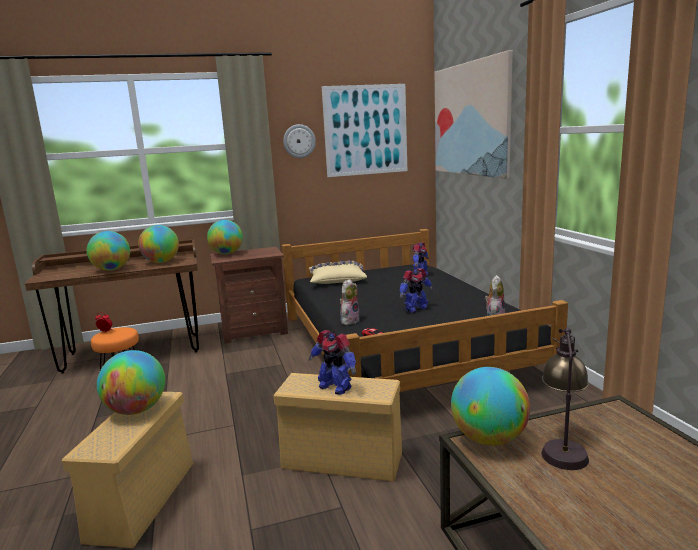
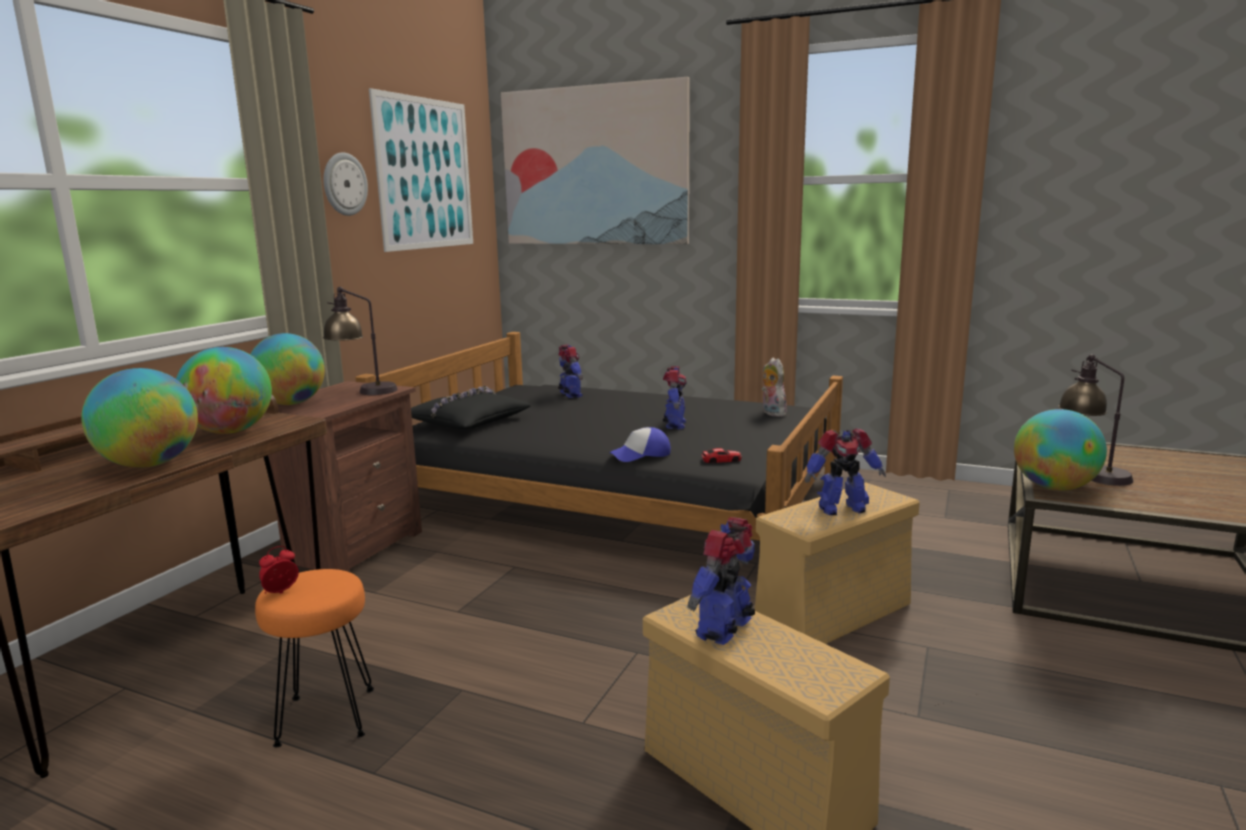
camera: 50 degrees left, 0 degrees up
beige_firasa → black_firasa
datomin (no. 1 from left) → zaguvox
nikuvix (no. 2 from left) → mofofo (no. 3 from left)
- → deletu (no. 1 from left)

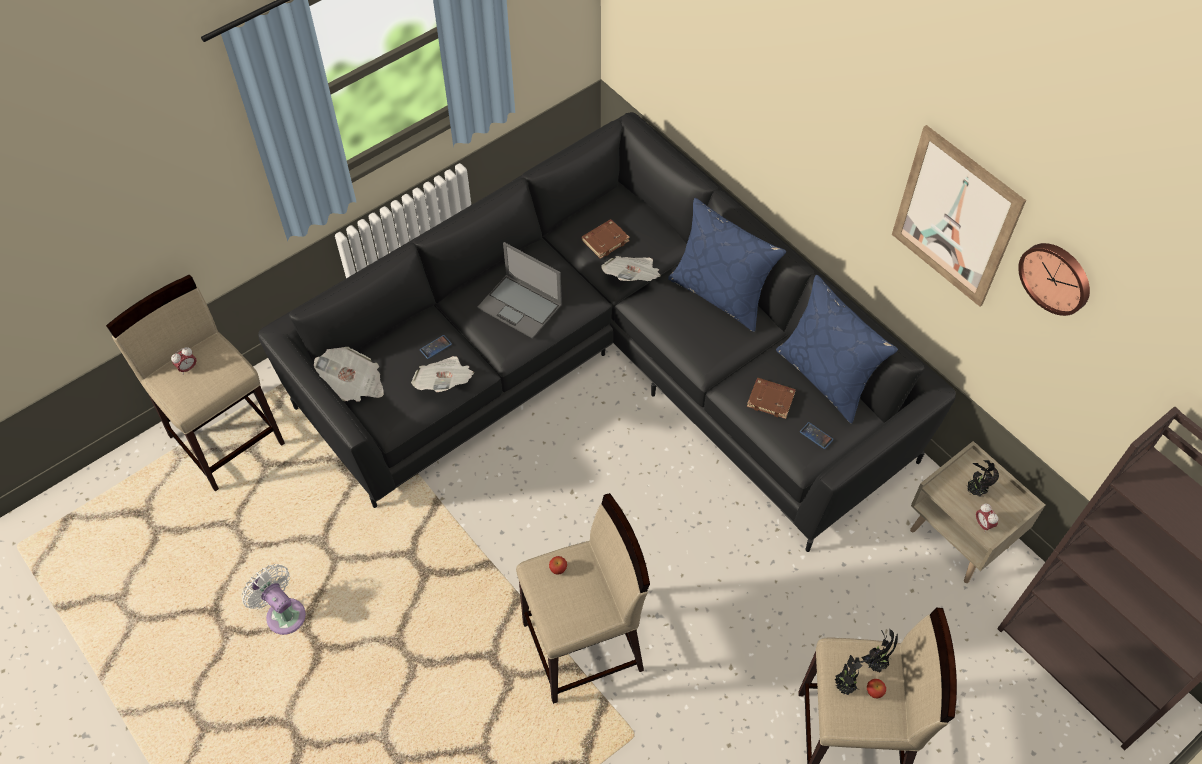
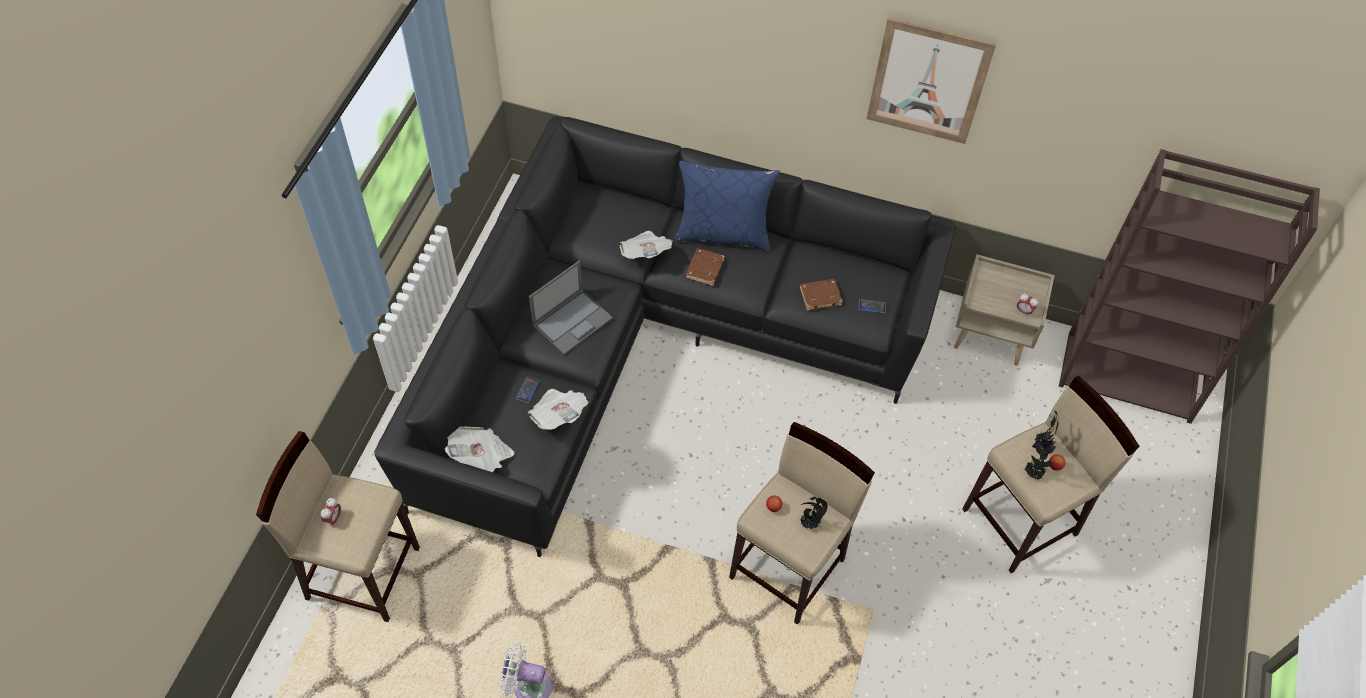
camera: 35 degrees left, 0 degrees up
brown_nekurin (no. 1 from left), relocated
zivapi, 45 degrees counterclockwise
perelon → -
blue_firasa (no. 2 from left) → -
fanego (no. 3 from left in the first image) → fanego (no. 1 from left), relocated

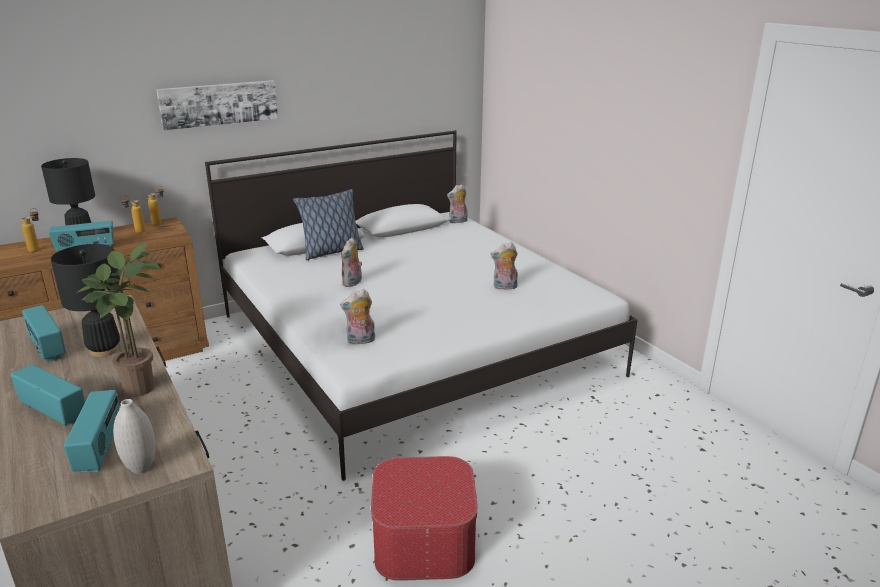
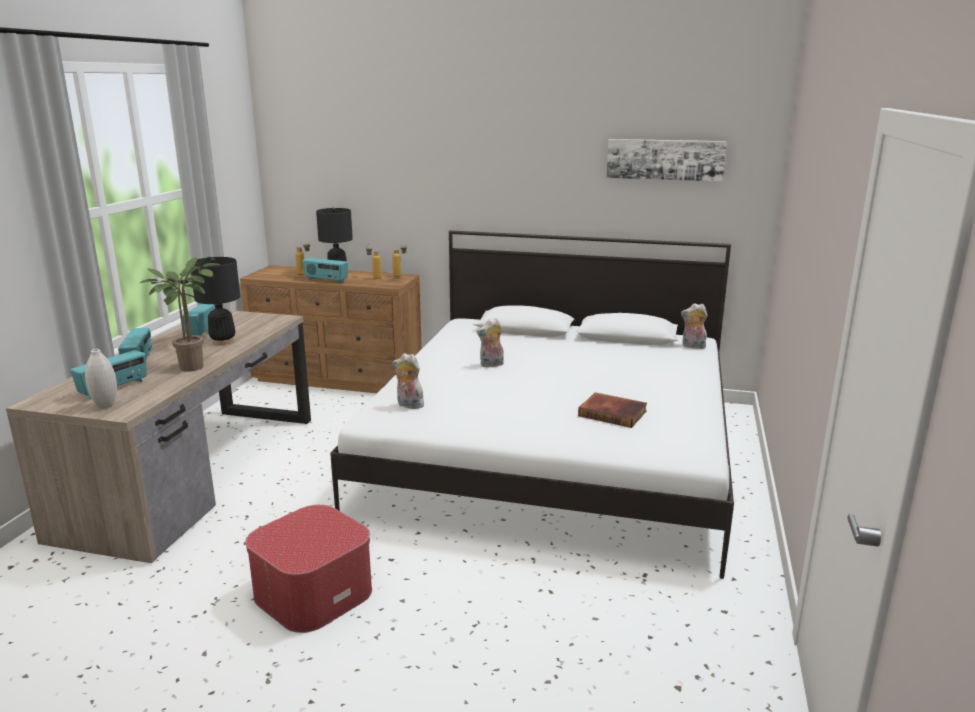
camera: 45 degrees right, 5 degrees down
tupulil, relocated
firasa → -
datomin (no. 4 from left) → nekurin

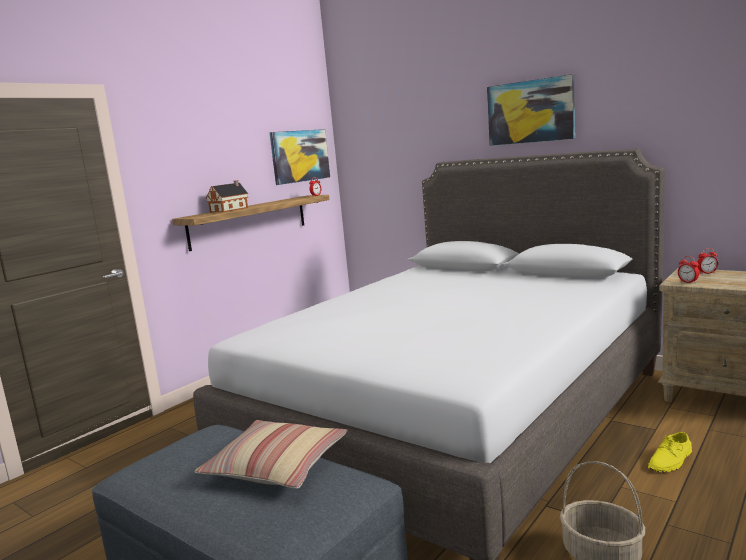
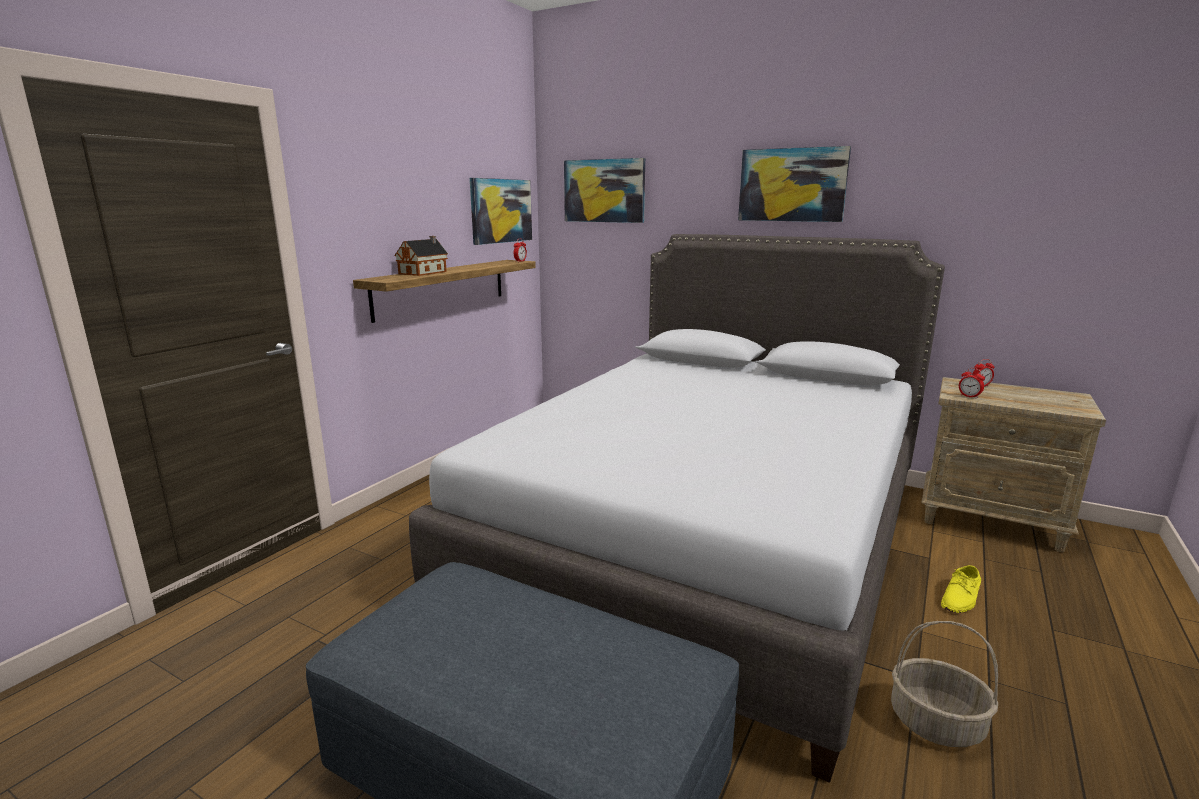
camera: 10 degrees left, 5 degrees up
firasa → -
- → tupulil (no. 2 from left)

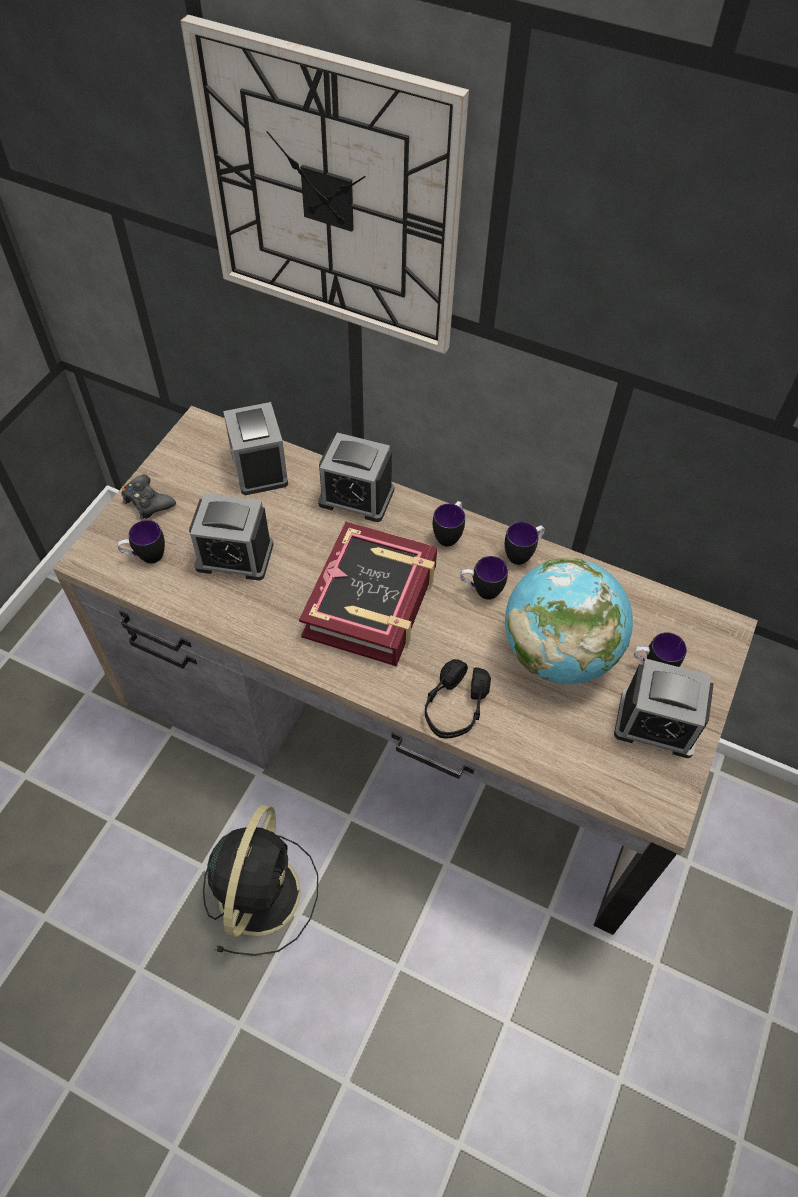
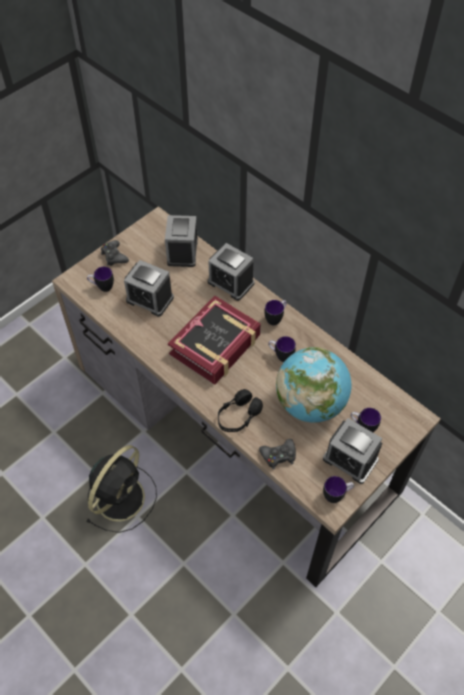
camera: 20 degrees right, 0 degrees up
perelon → -
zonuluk (no. 4 from left), relocated
- → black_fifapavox (no. 2 from left)

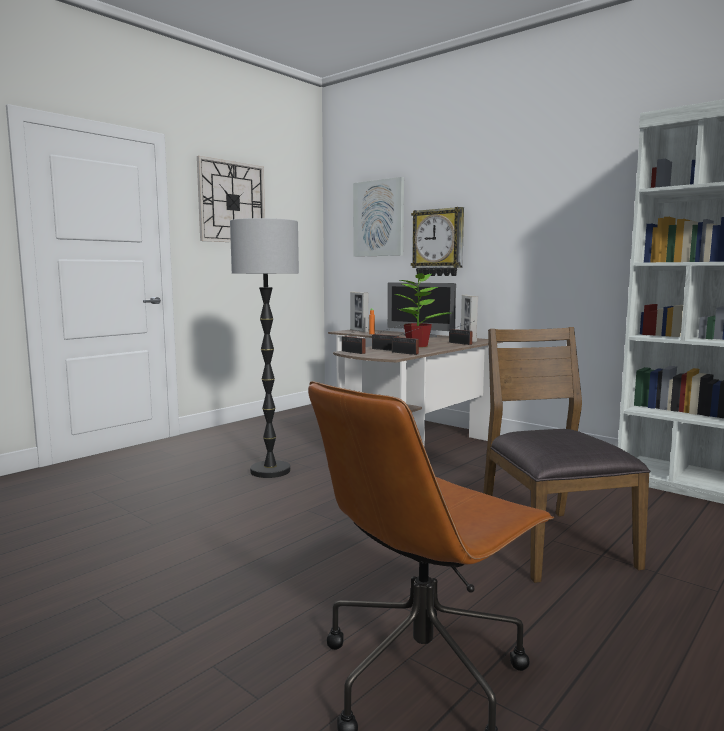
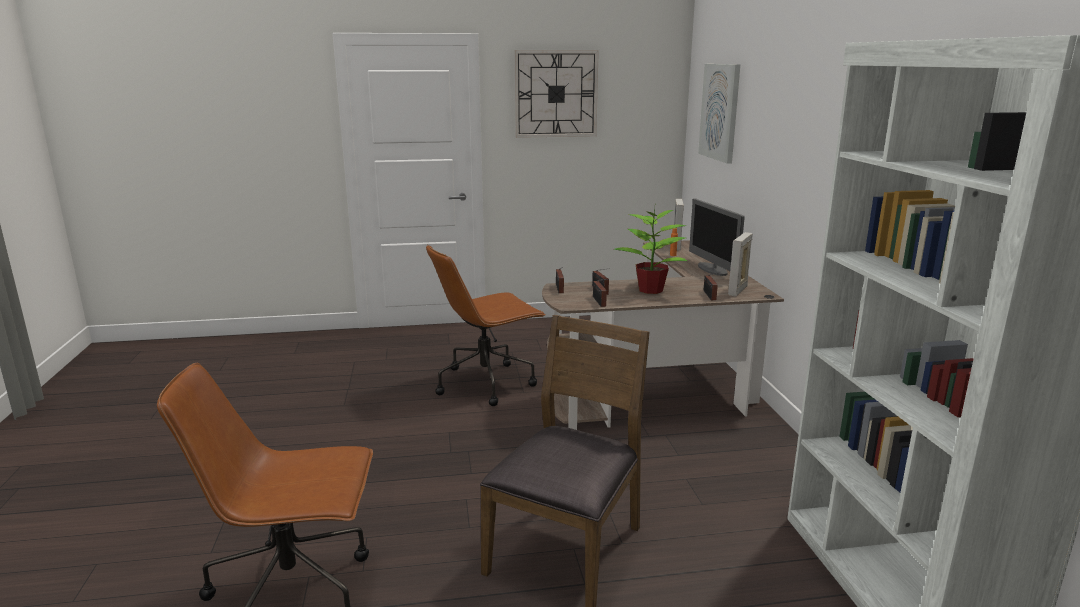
camera: 40 degrees right, 10 degrees up
perelon (no. 2 from left) → -
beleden → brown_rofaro (no. 2 from left)

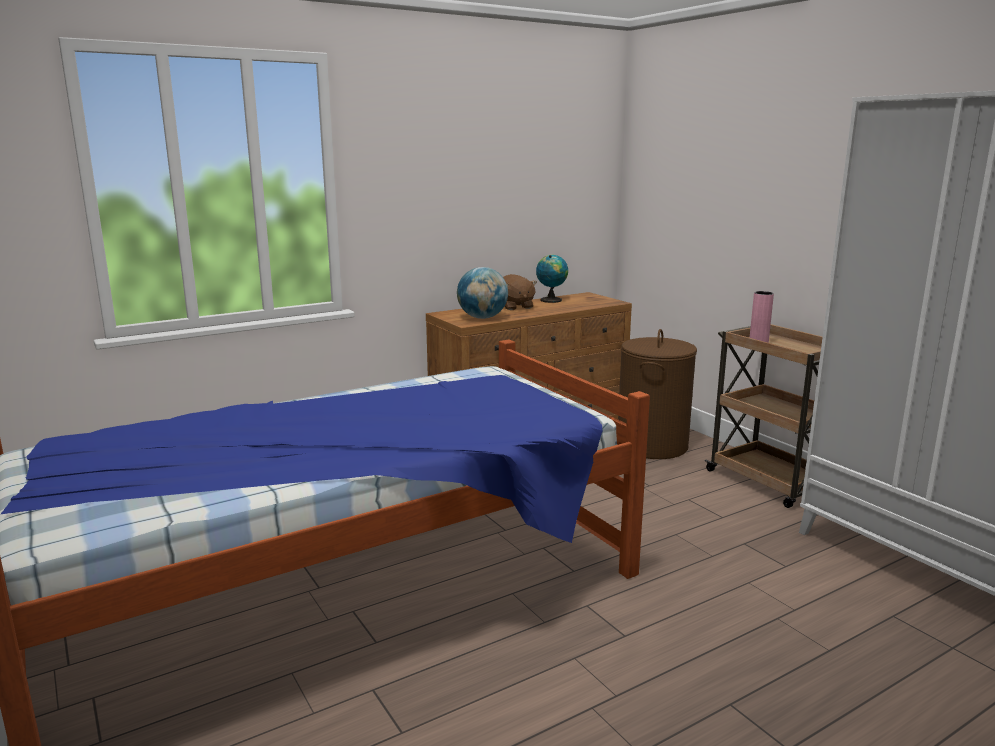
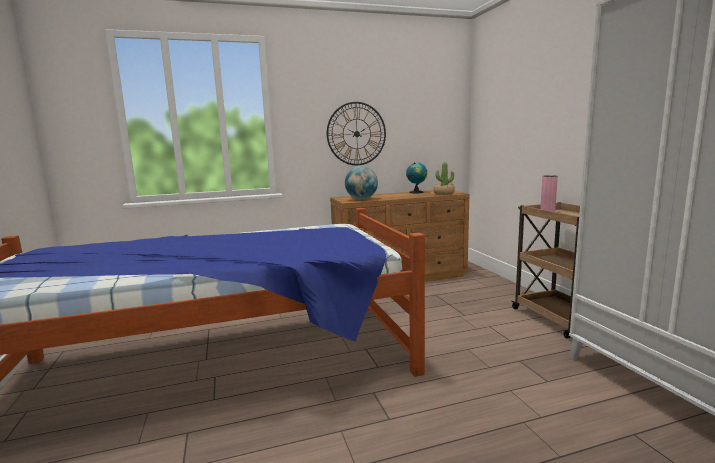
camera: 15 degrees right, 5 degrees down
brown_datomin → -
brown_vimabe → -
- → perelon
- → fanego

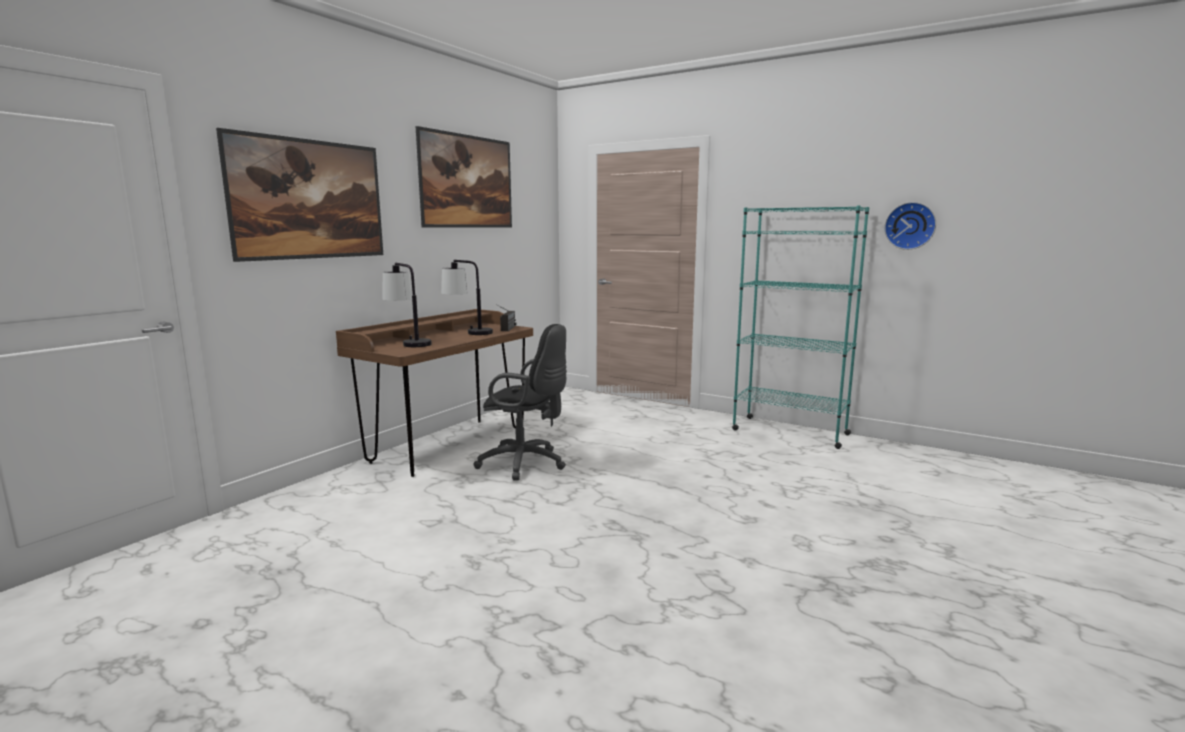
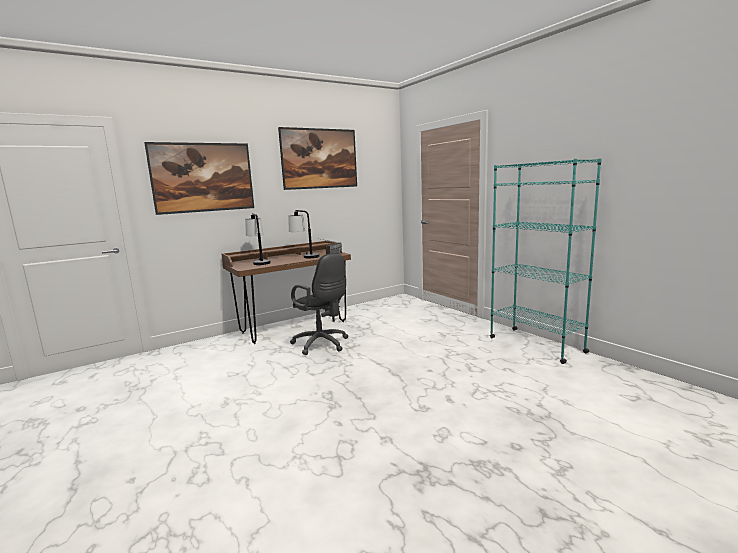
camera: 25 degrees right, 0 degrees up
perelon → -

